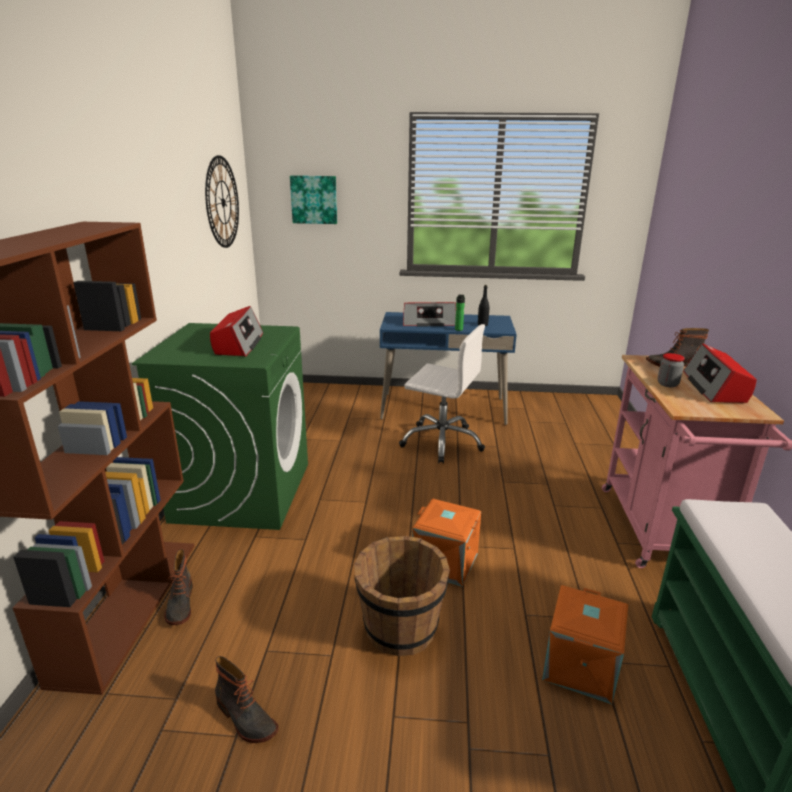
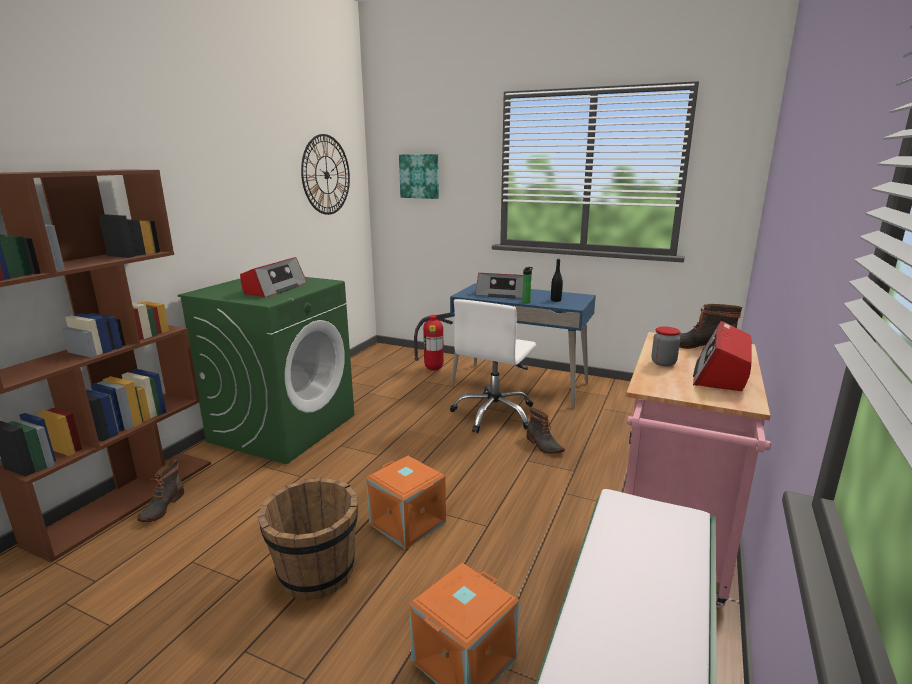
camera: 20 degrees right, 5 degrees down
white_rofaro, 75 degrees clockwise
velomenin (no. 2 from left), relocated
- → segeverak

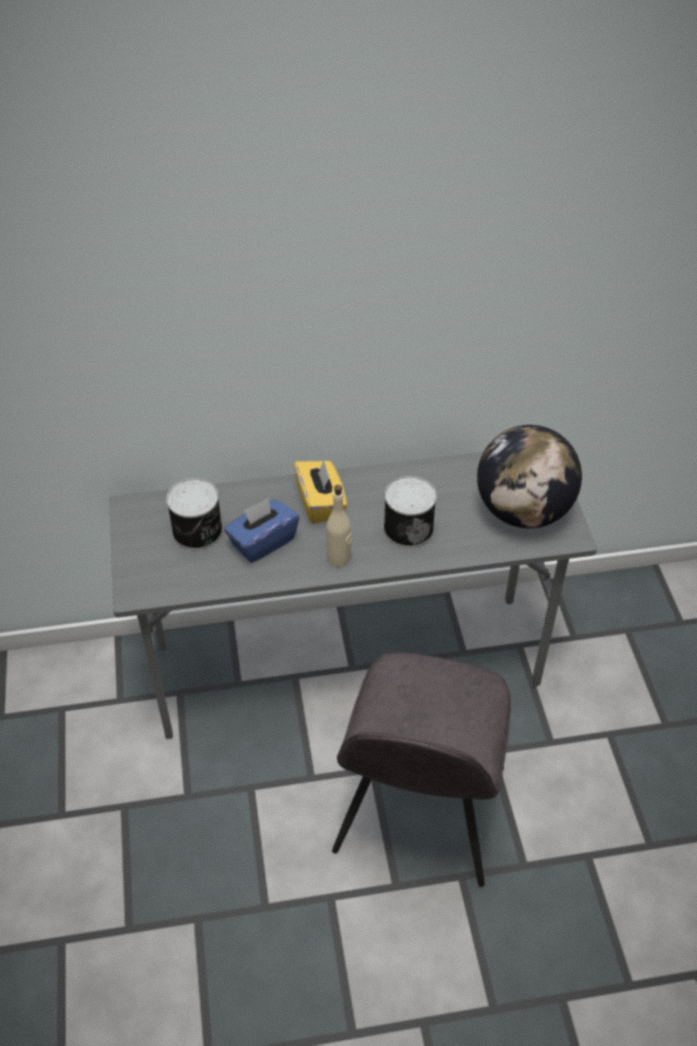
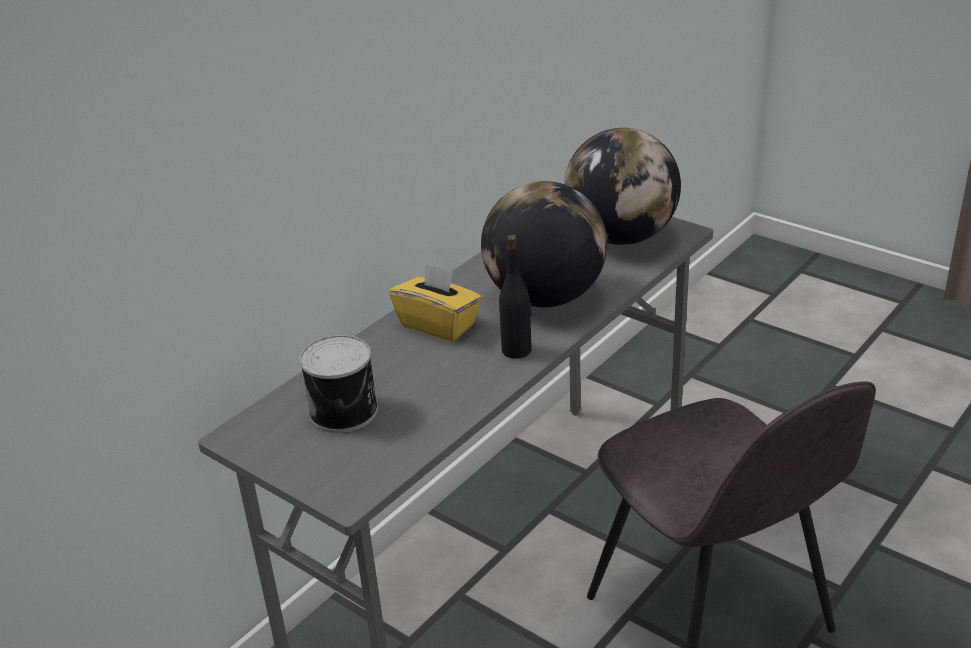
camera: 40 degrees left, 15 degrees down
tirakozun (no. 2 from left) → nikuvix (no. 1 from left)
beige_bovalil → black_bovalil
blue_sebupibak → -

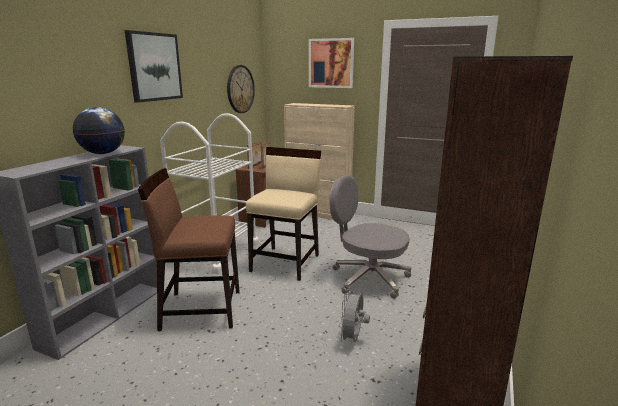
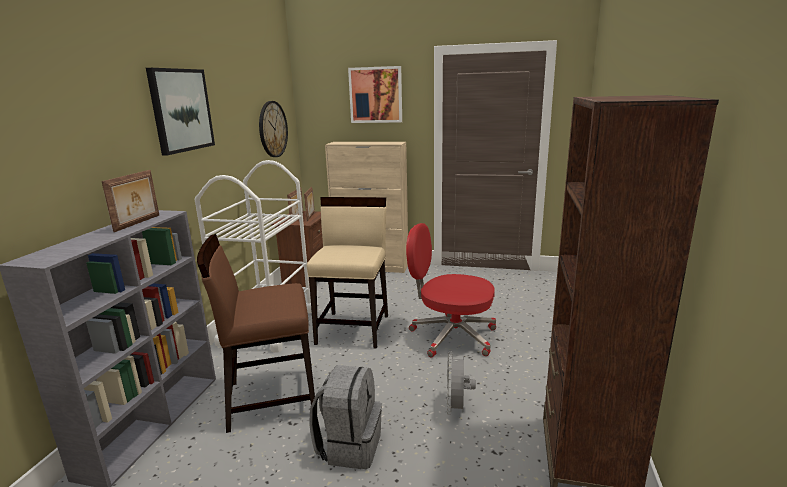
camera: 10 degrees left, 0 degrees up
nikuvix → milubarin (no. 1 from left)
grey_rofaro → red_rofaro
- → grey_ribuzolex

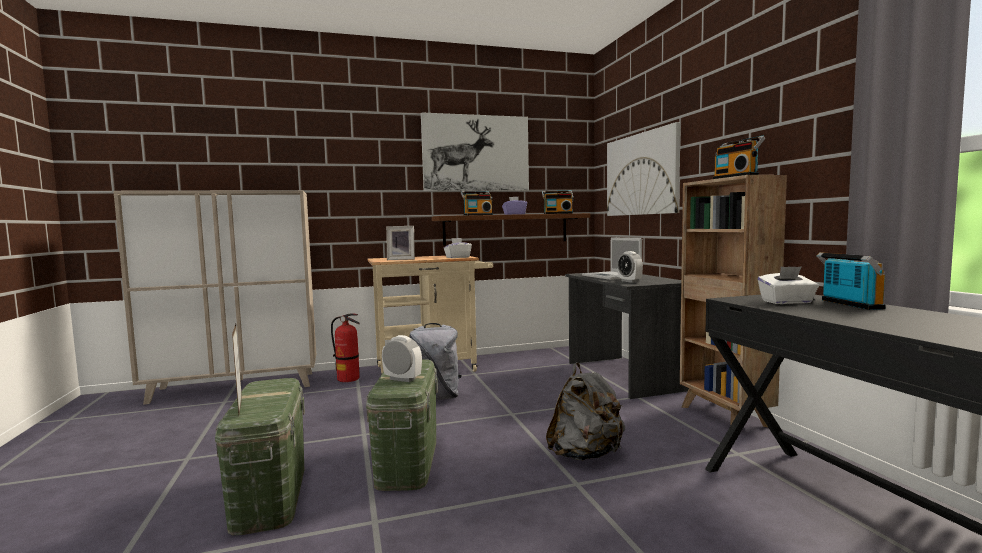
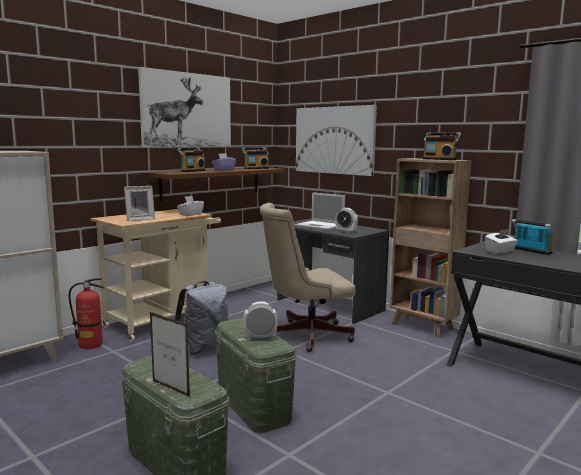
camera: 30 degrees left, 5 degrees up
grey_ribuzolex (no. 2 from left) → -
- → beige_rofaro

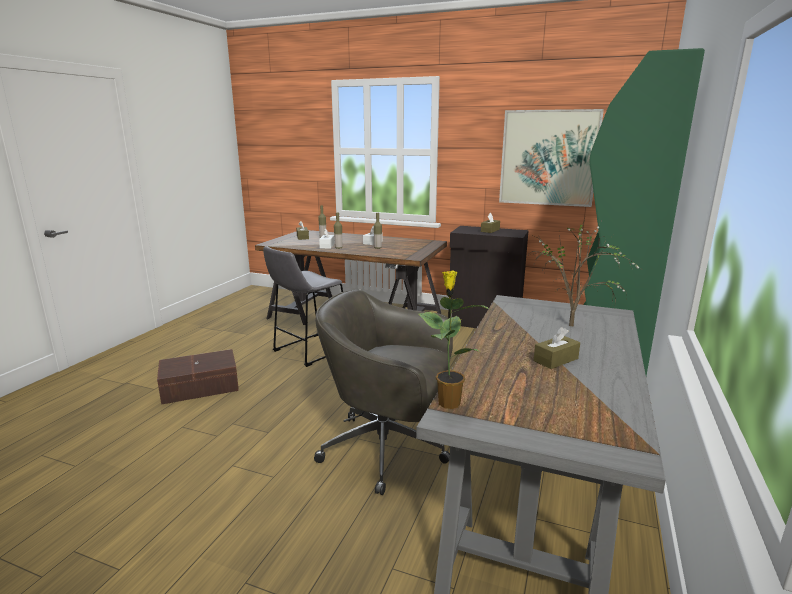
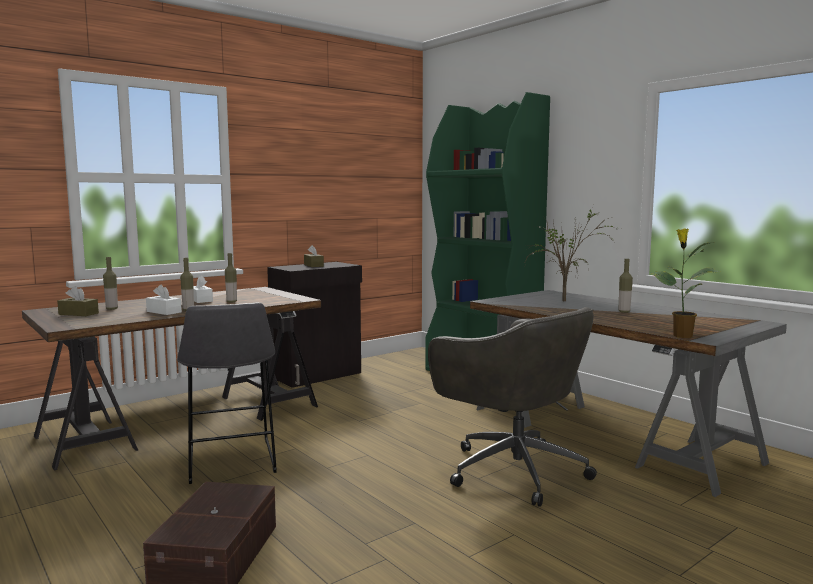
camera: 60 degrees left, 10 degrees down
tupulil → -
grey_rofaro, 90 degrees counterclockwise
brown_sebupibak (no. 3 from left) → bovalil (no. 4 from left)

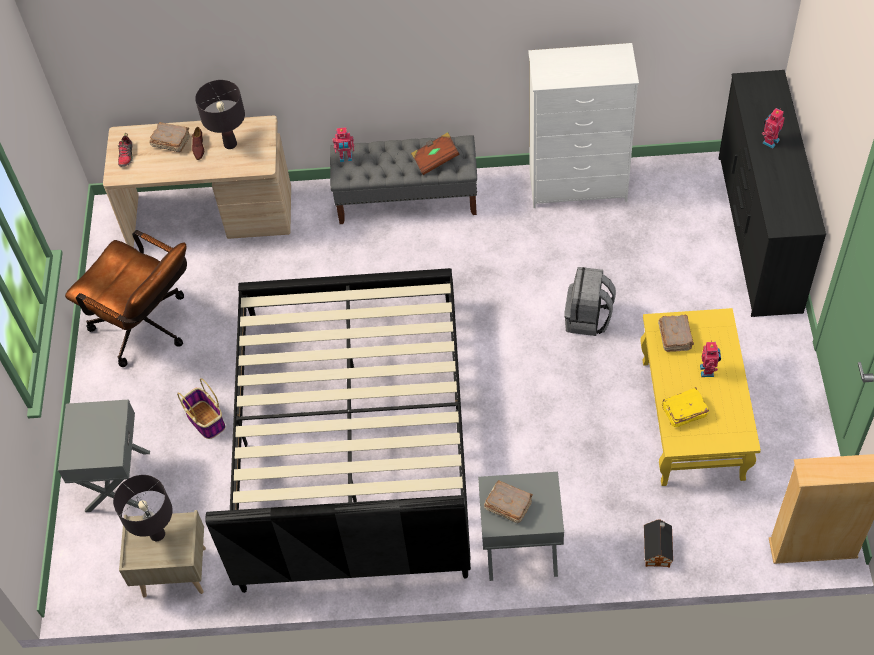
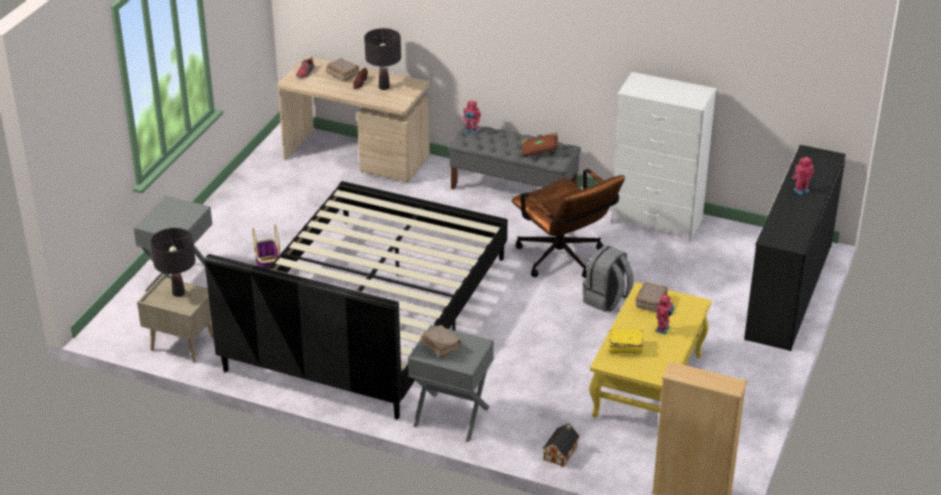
camera: 20 degrees right, 20 degrees down
brown_rofaro, relocated

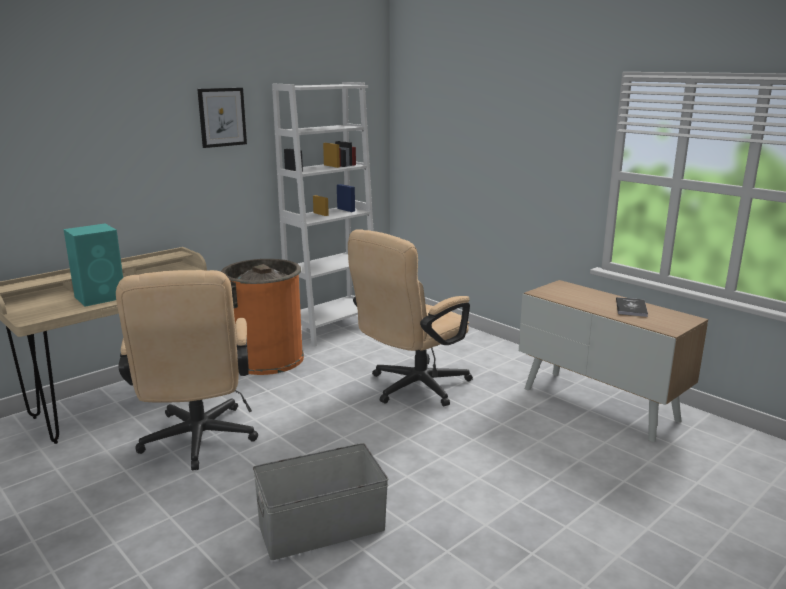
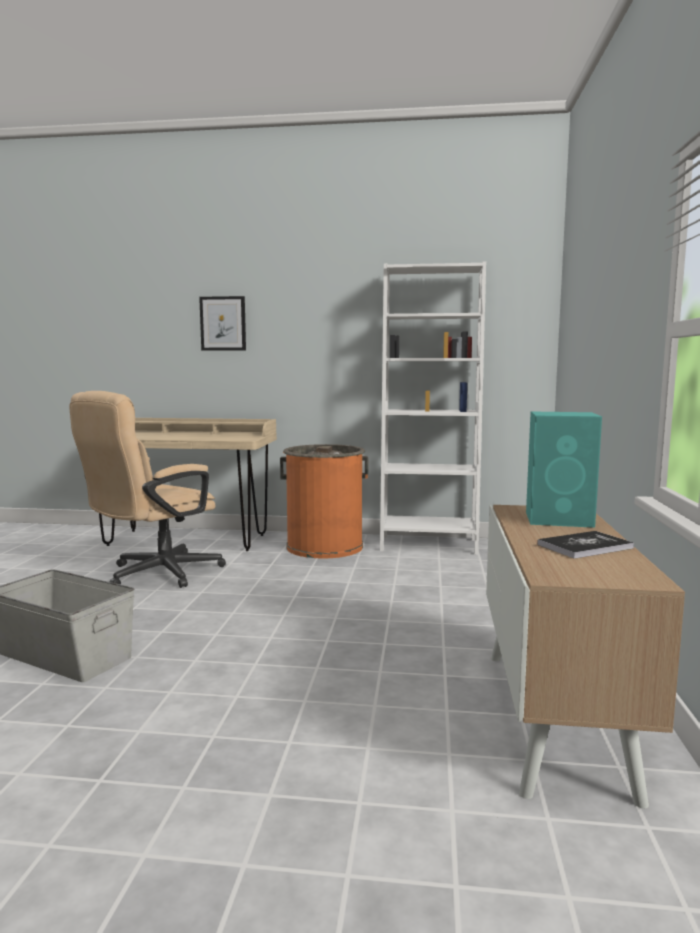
camera: 50 degrees right, 10 degrees down
tupulil, relocated
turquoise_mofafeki, relocated
beige_rofaro (no. 2 from left) → -

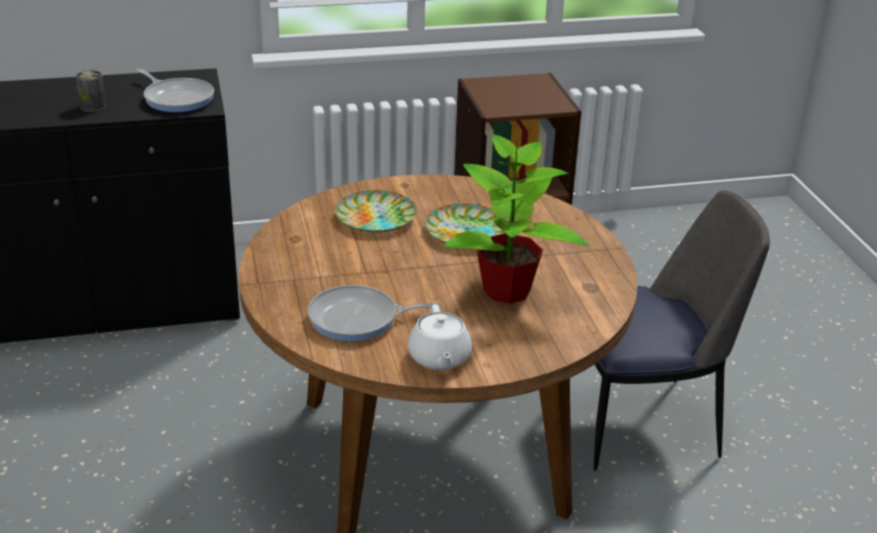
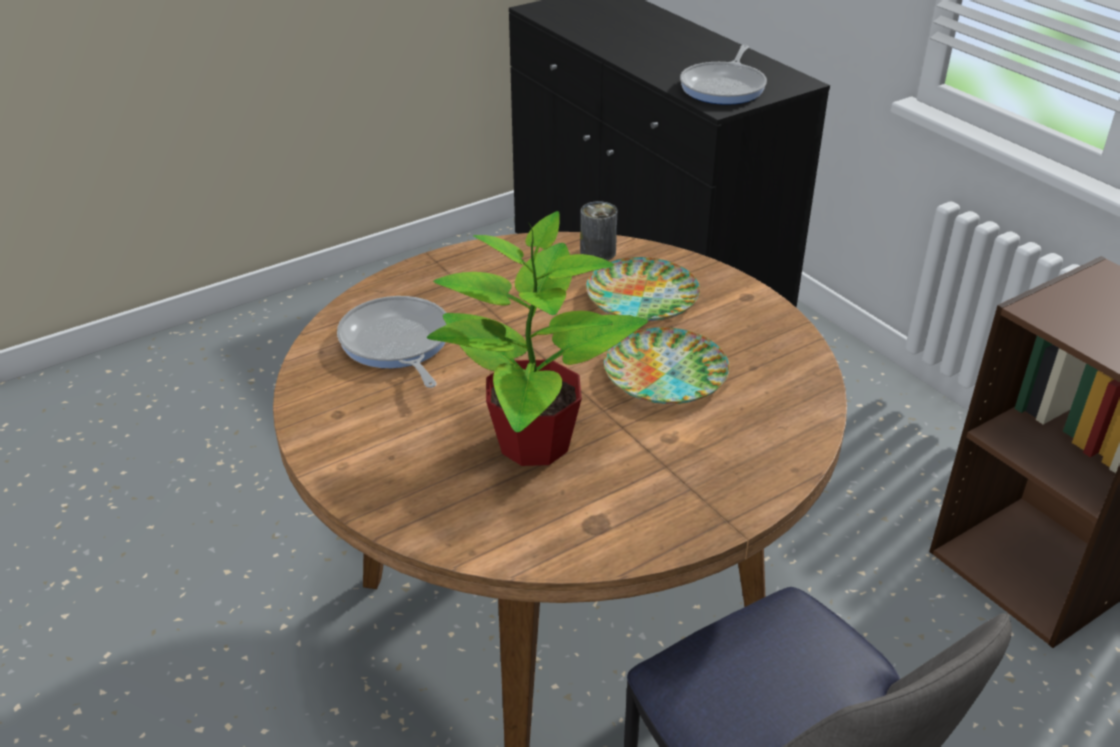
camera: 70 degrees right, 5 degrees up
tirakozun, relocated
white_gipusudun → -

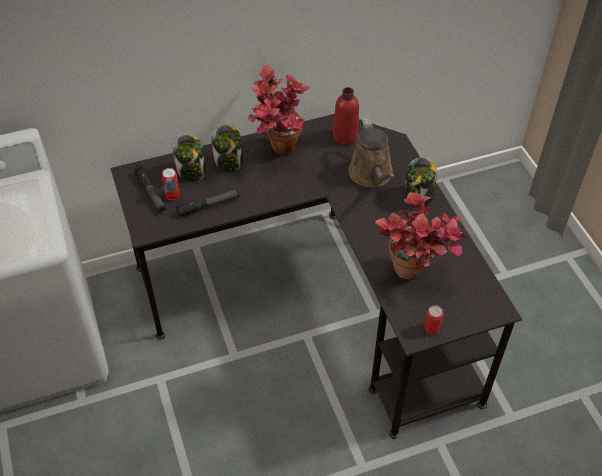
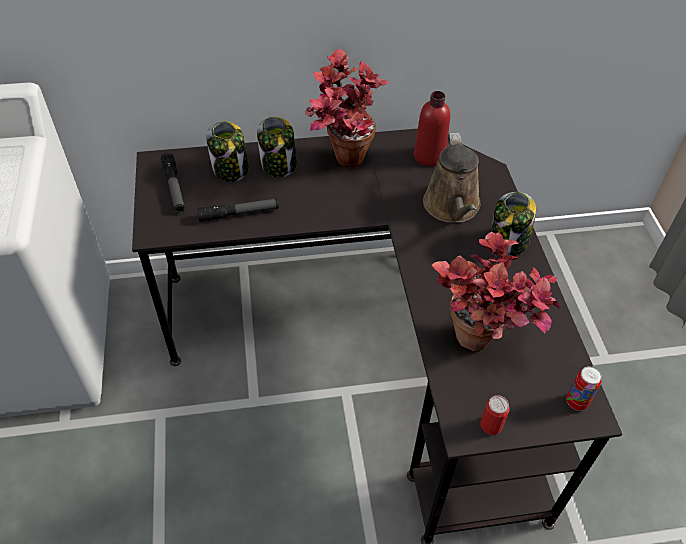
camera: 10 degrees right, 0 degrees up
tirakozun (no. 1 from left in the first image) → tirakozun (no. 2 from left), relocated

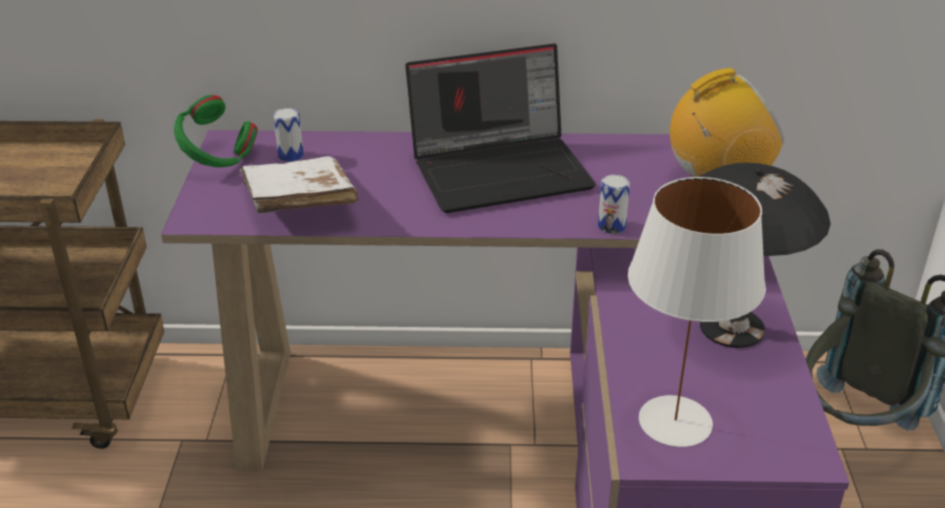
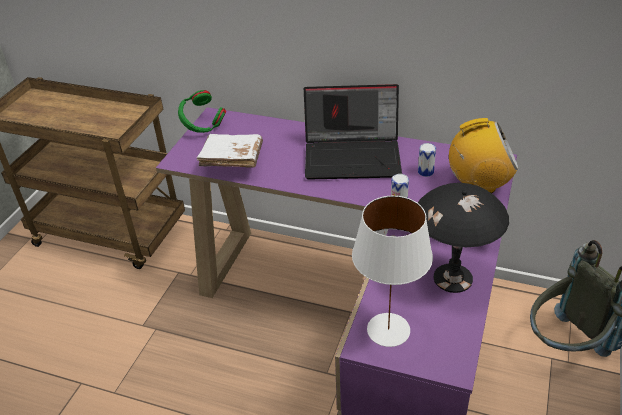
camera: 20 degrees right, 5 degrees up
tirakozun (no. 1 from left in the first image) → tirakozun (no. 2 from left), relocated

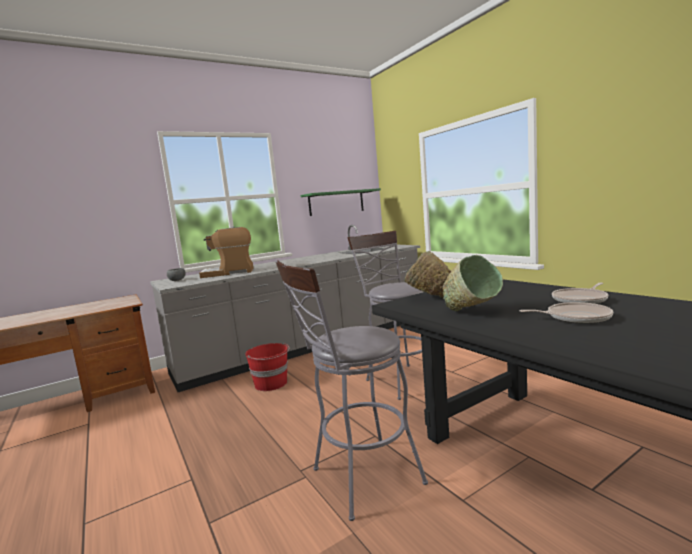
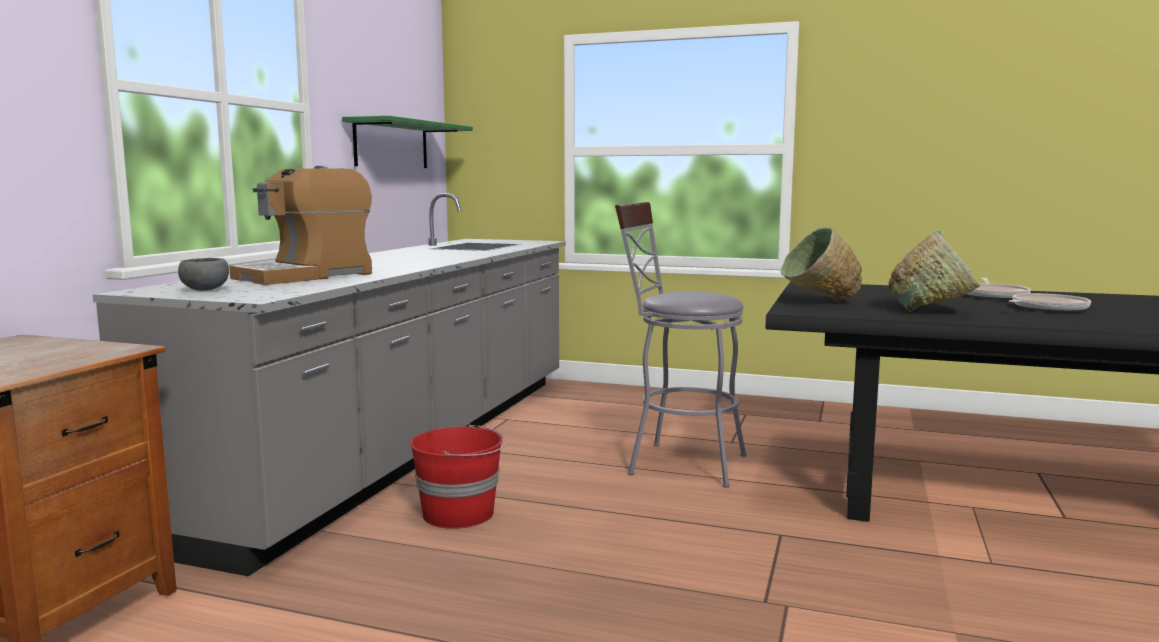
camera: 40 degrees left, 0 degrees up
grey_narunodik (no. 1 from left) → -

